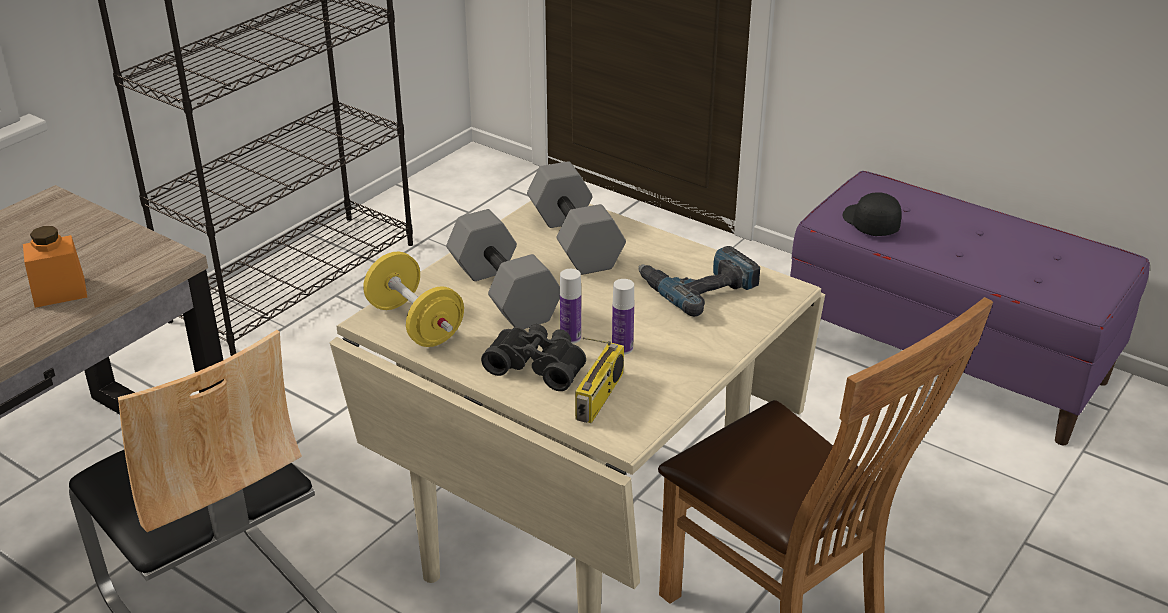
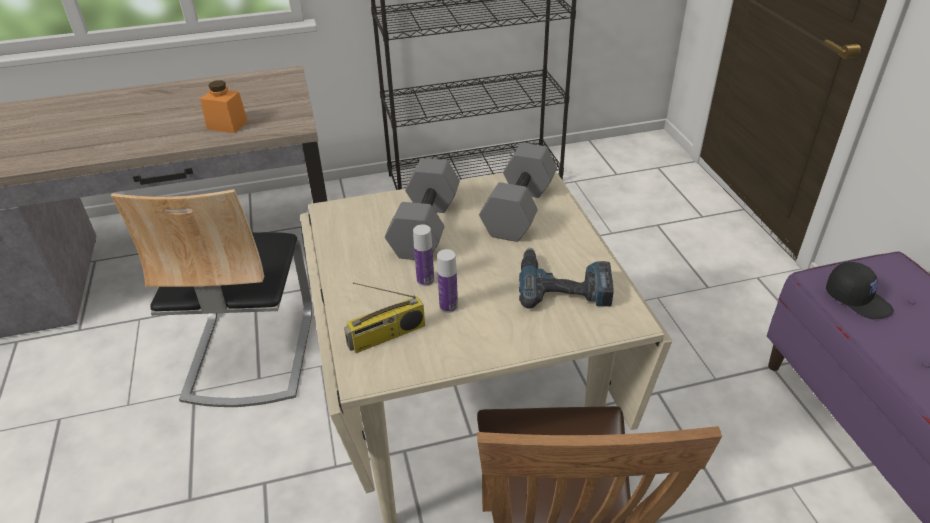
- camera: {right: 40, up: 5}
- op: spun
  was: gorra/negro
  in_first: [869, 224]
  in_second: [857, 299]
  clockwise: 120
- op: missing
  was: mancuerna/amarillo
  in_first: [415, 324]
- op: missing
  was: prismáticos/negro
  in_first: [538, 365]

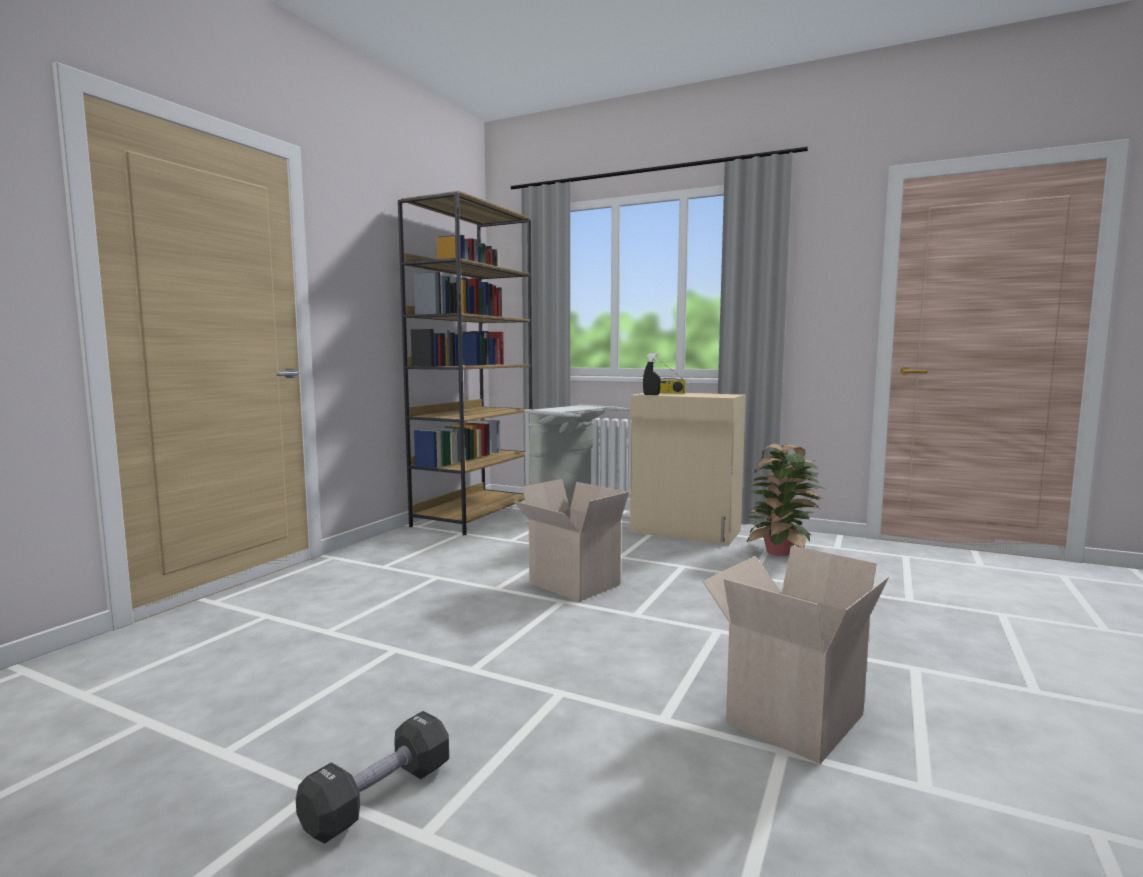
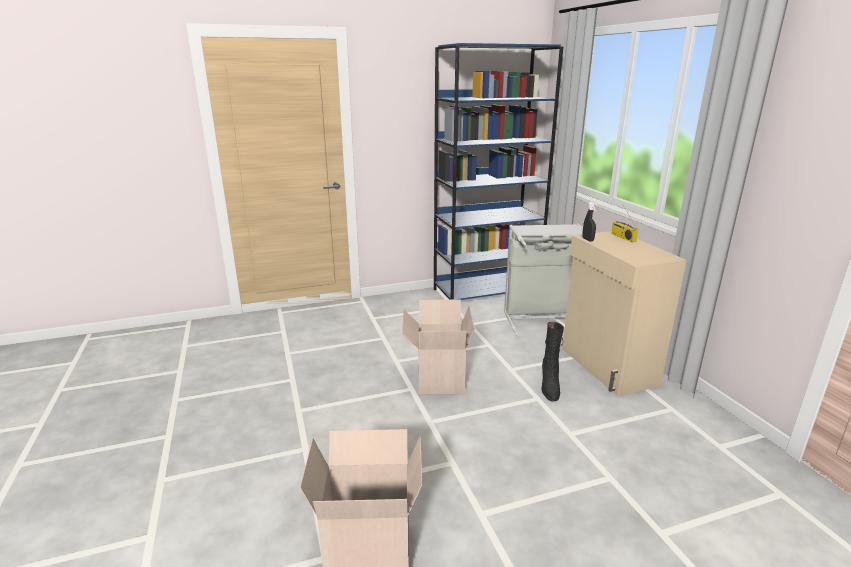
- camera: {right: 45, up: 15}
- op: colour
  was: estantería/marrón
  now: estantería/azul
  in_first: [475, 515]
  in_second: [486, 292]
- op: missing
  was: planta en maceta
  in_first: [781, 551]
- op: missing
  was: mancuerna/negro
  in_first: [379, 797]
- op: appeared
  now: bota/negro
  in_second: [549, 387]

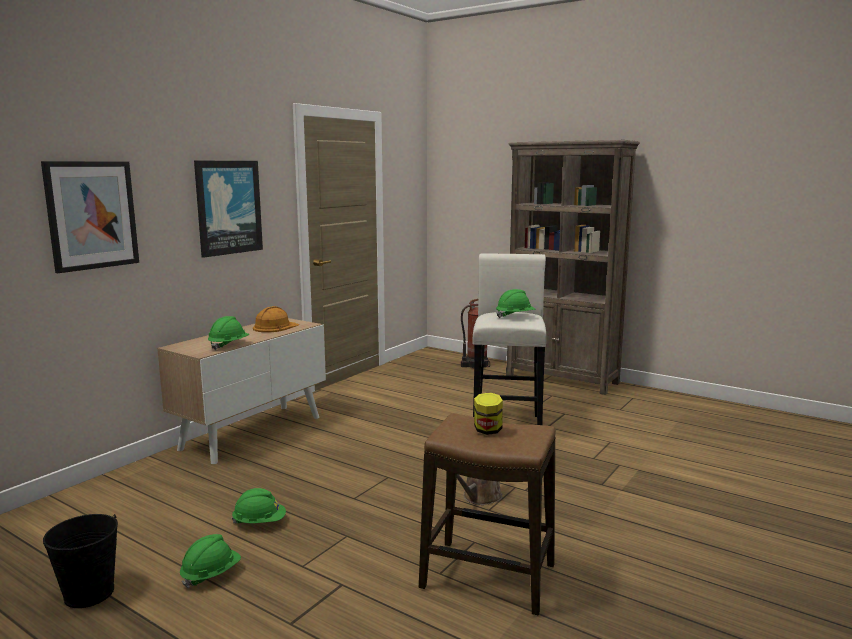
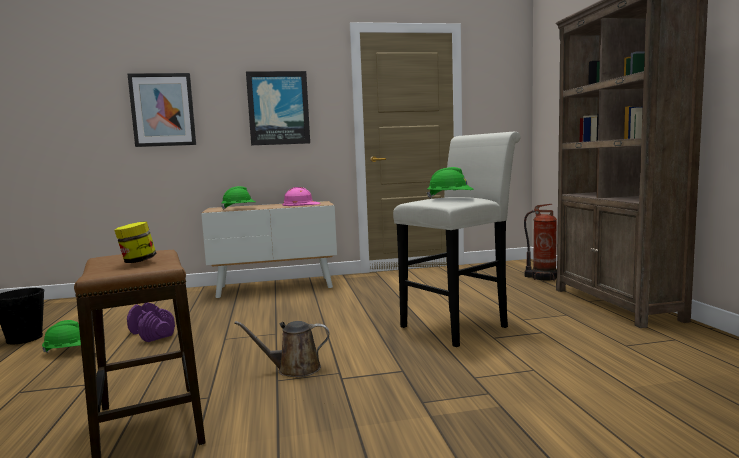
- camera: {right: 45, up: -5}
- op: colour
  was: casco/naranja
  now: casco/rosa
  in_first: [275, 327]
  in_second: [301, 204]
- op: exchanged
  was: casco/verde
  now: mancuerna/morado
  in_first: [259, 522]
  in_second: [152, 334]

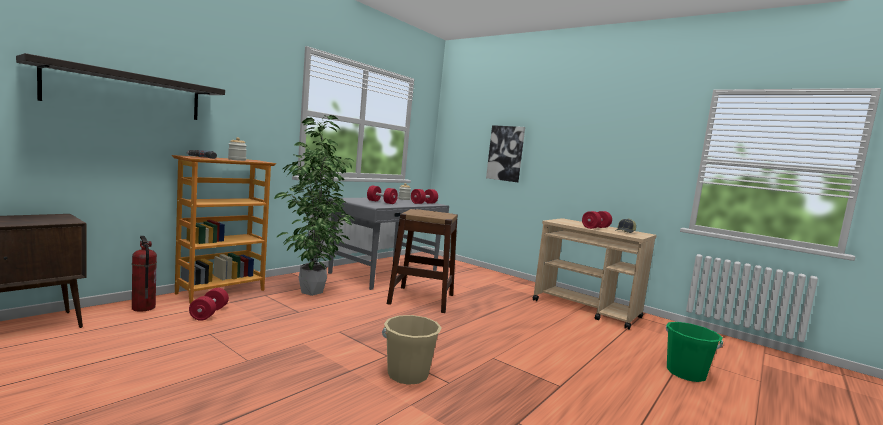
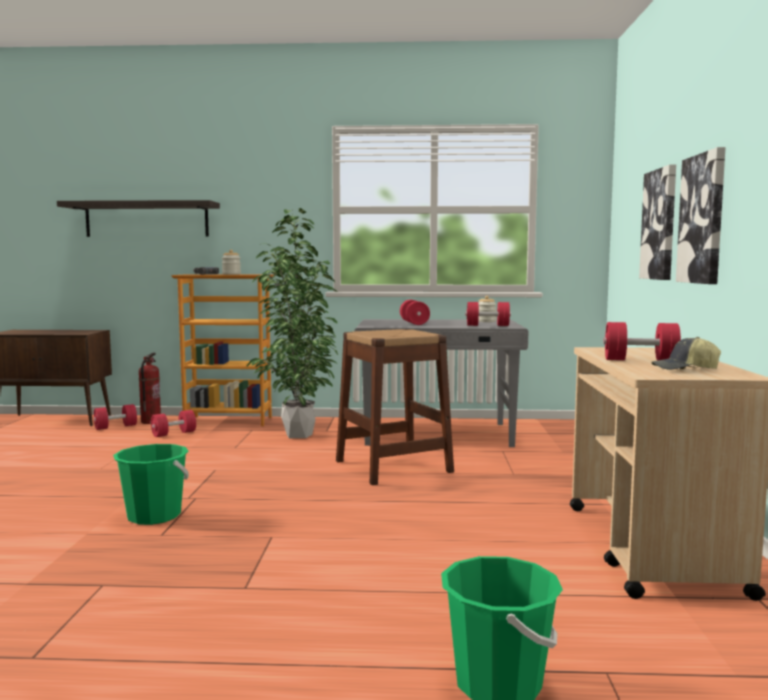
- camera: {right: 55, up: 0}
- op: colour
  was: cubo/beis
  now: cubo/verde
  in_first: [408, 375]
  in_second: [154, 516]
- op: appeared
  now: cuadro
  in_second: [703, 219]
- op: appeared
  now: mancuerna/rojo
  in_second: [115, 427]

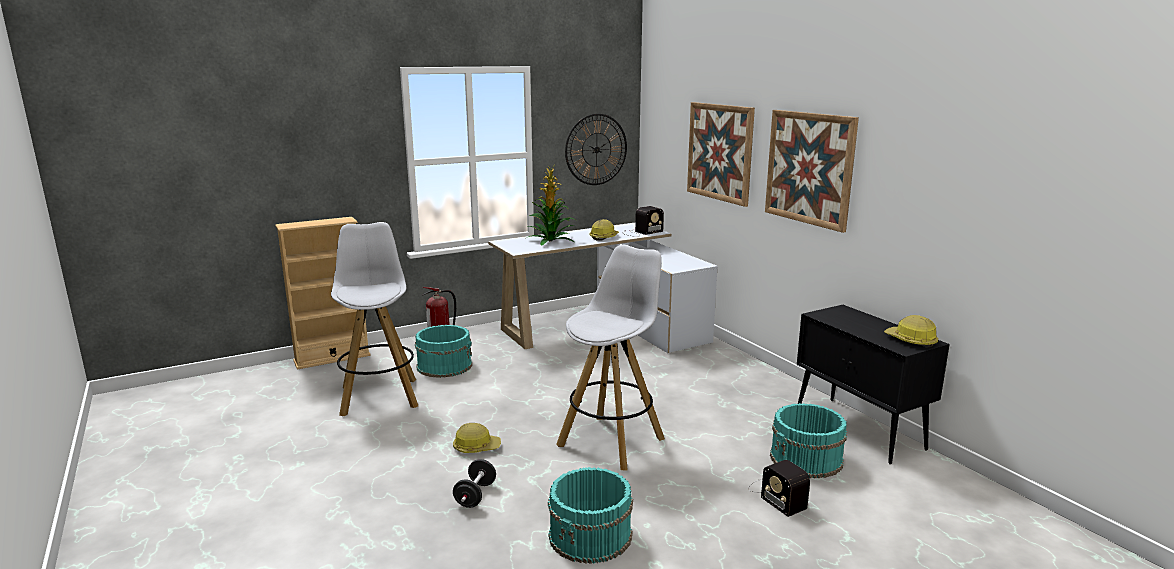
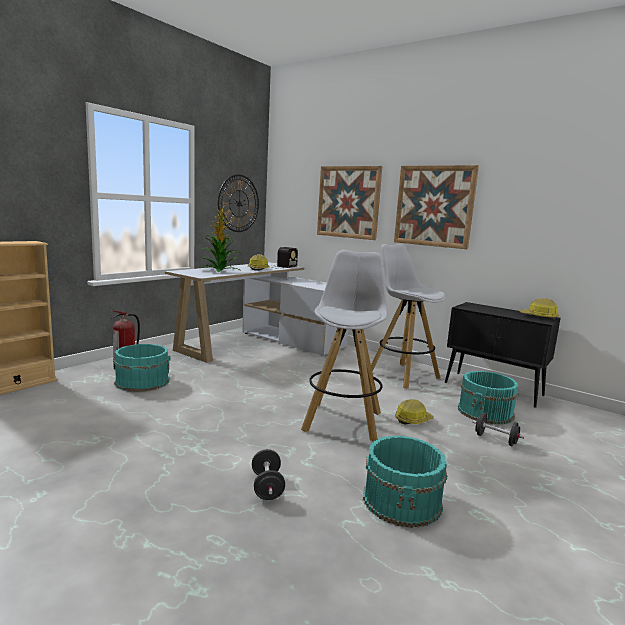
- camera: {right: -25, up: -5}
- op: relocated
  was: taburete/blanco
  in_first: [379, 396]
  in_second: [402, 375]
- op: relocated
  was: casco
  in_first: [476, 447]
  in_second: [412, 420]
- op: exchanged
  was: radio
  now: mancuerna/negro
  in_first: [775, 495]
  in_second: [495, 439]

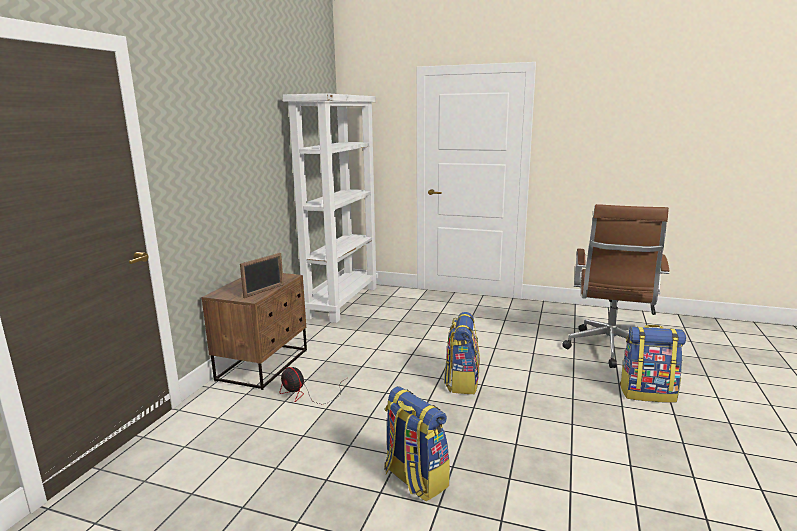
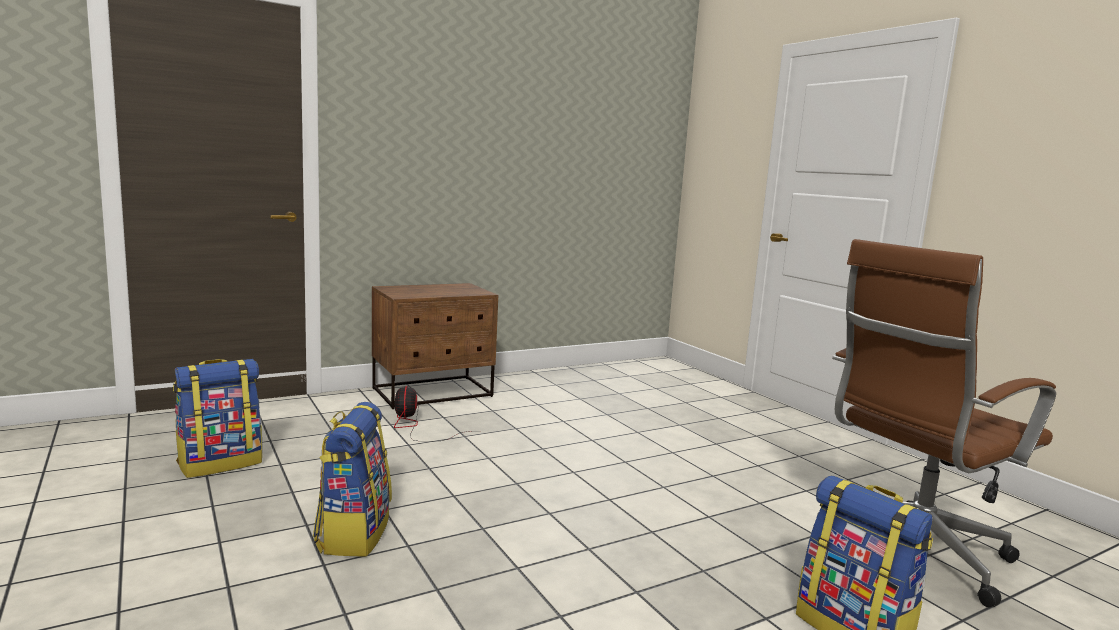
- camera: {right: 40, up: -5}
- op: missing
  was: estantería/blanco
  in_first: [342, 301]
- op: missing
  was: portarretratos
  in_first: [264, 291]
- op: relocated
  was: mochila
  in_first: [461, 382]
  in_second: [221, 463]

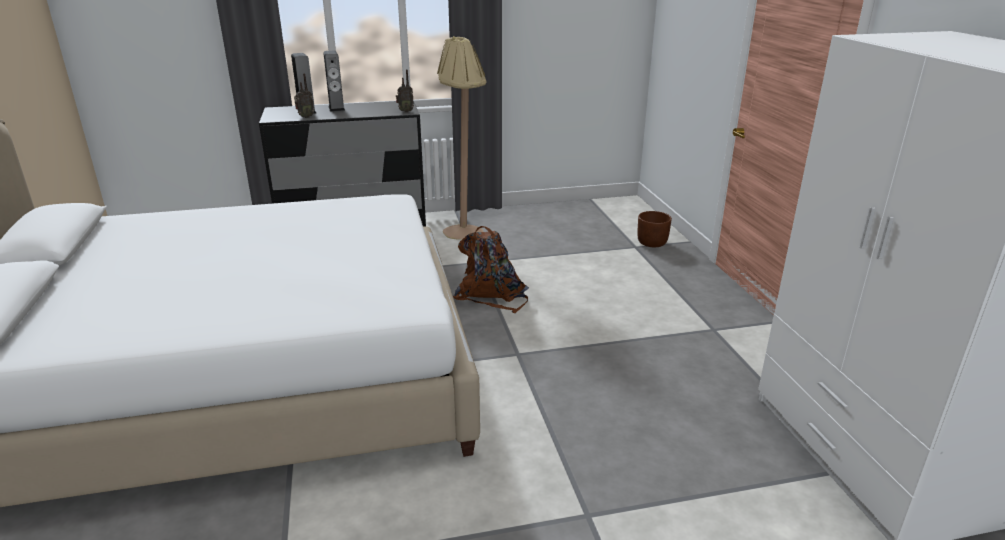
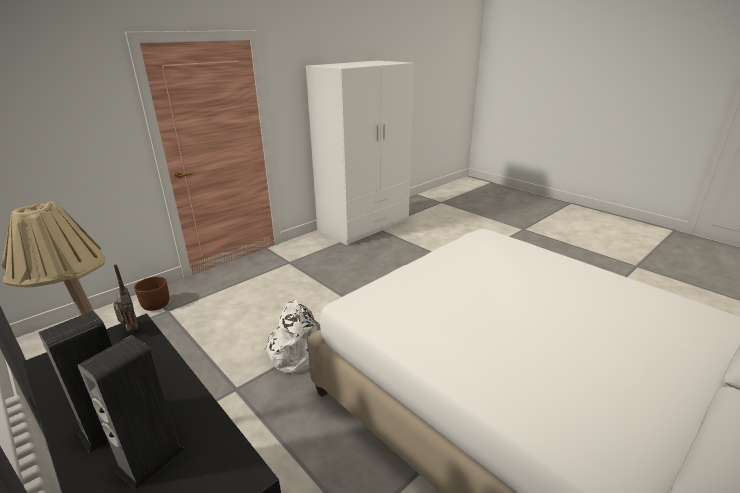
- camera: {right: -120, up: 0}
- op: missing
  was: radio
  in_first: [305, 117]
- op: colour
  was: mochila/marrón
  now: mochila/blanco
  in_first: [492, 295]
  in_second: [299, 354]

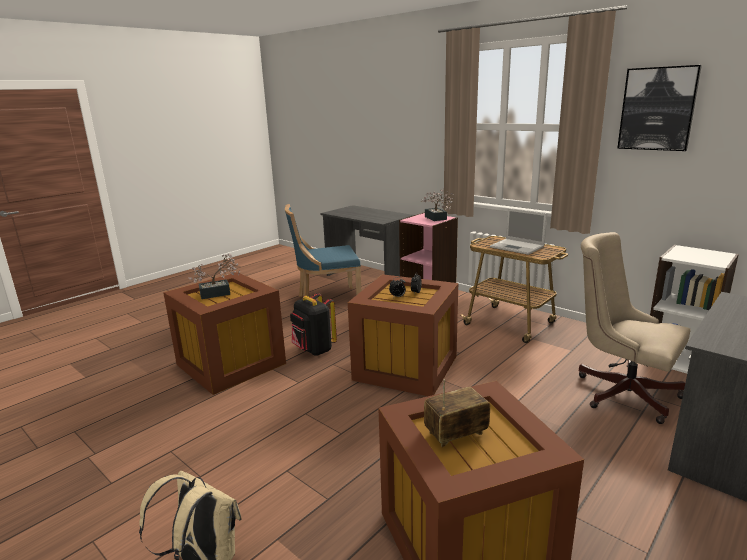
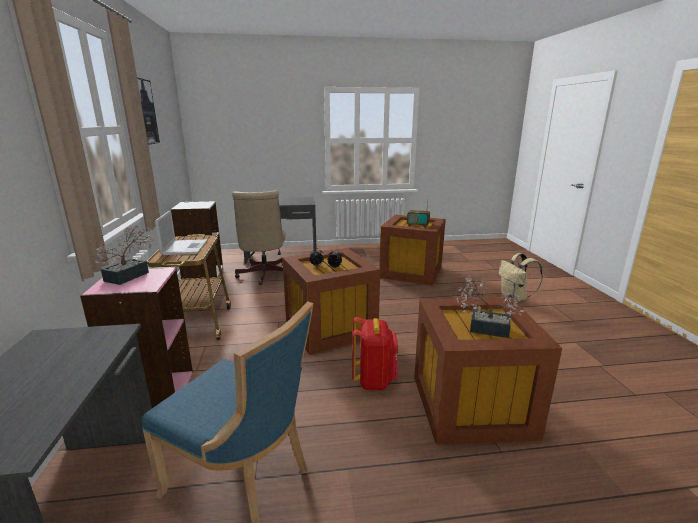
- camera: {right: -140, up: 0}
- op: colour
  was: mochila/negro
  now: mochila/rojo
  in_first: [314, 350]
  in_second: [374, 380]

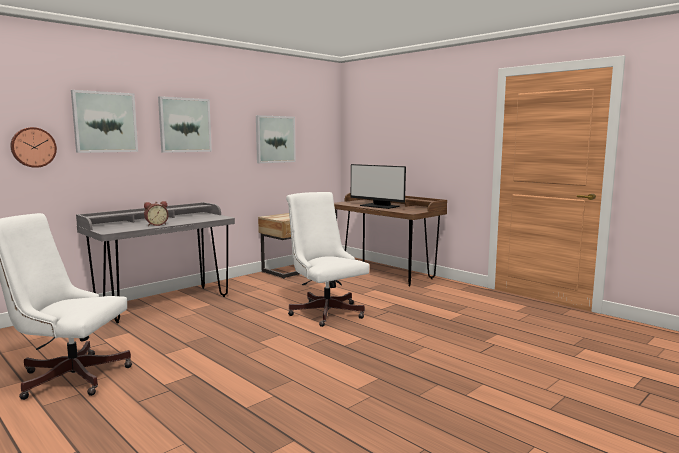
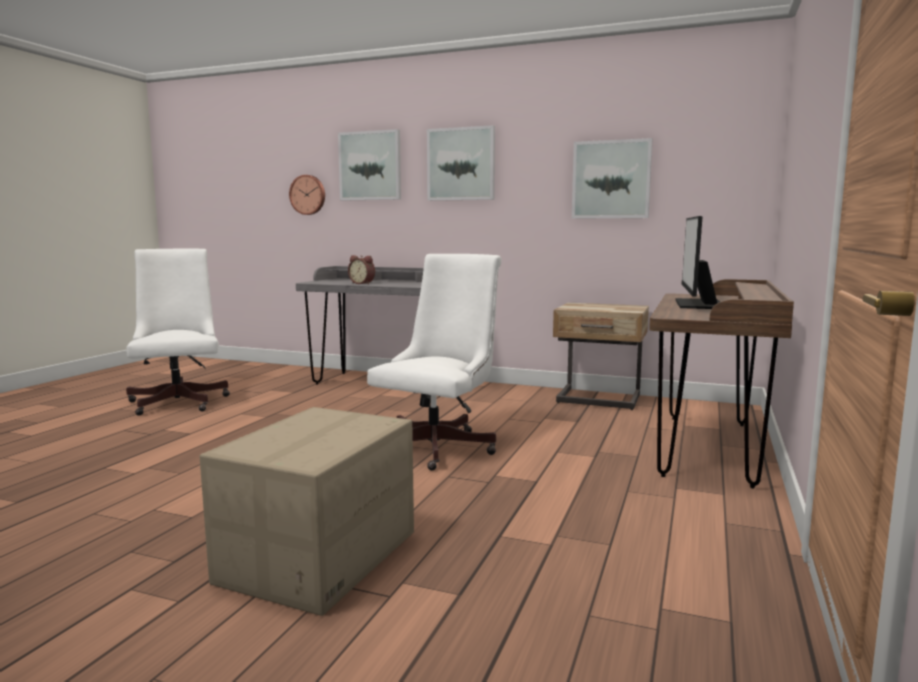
- camera: {right: 65, up: 0}
- op: appeared
  now: caja de cartón
  in_second: [320, 557]

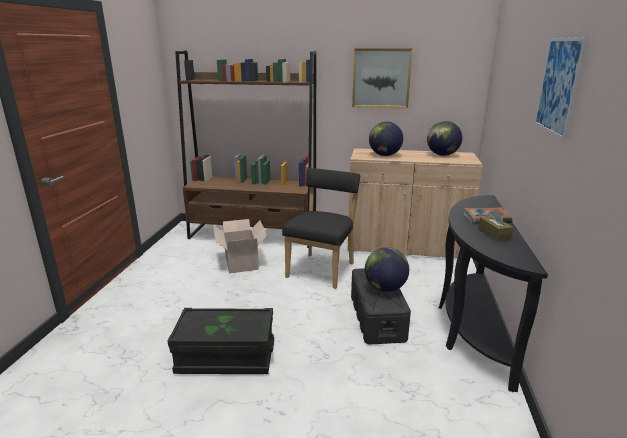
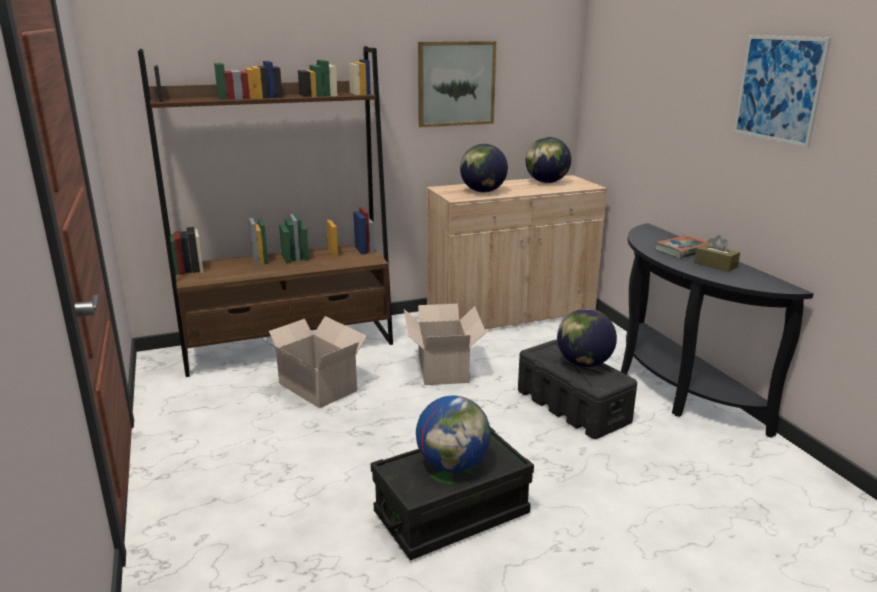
- camera: {right: -30, up: 0}
- op: exchanged
  was: silla/negro
  now: caja de cartón
  in_first: [322, 269]
  in_second: [443, 367]
- op: appeared
  now: globo terráqueo
  in_second: [453, 464]

